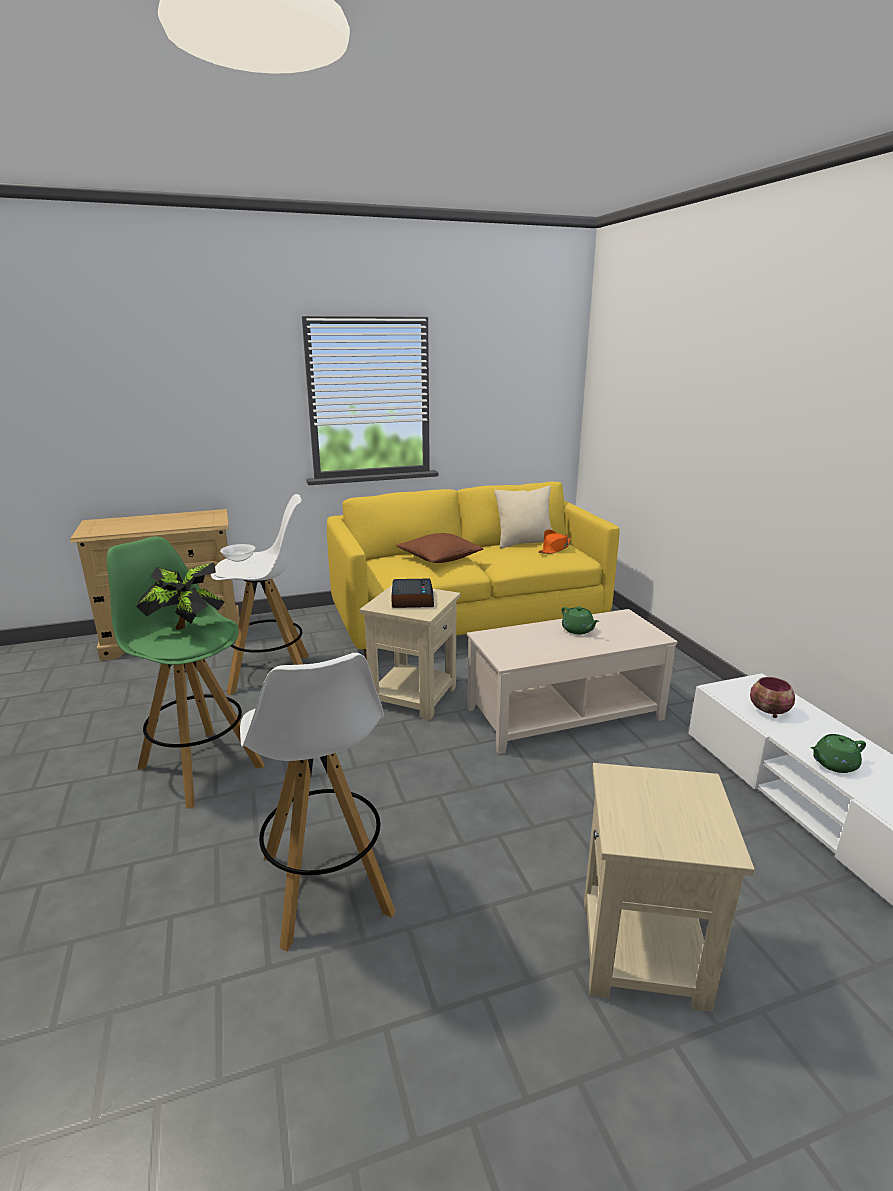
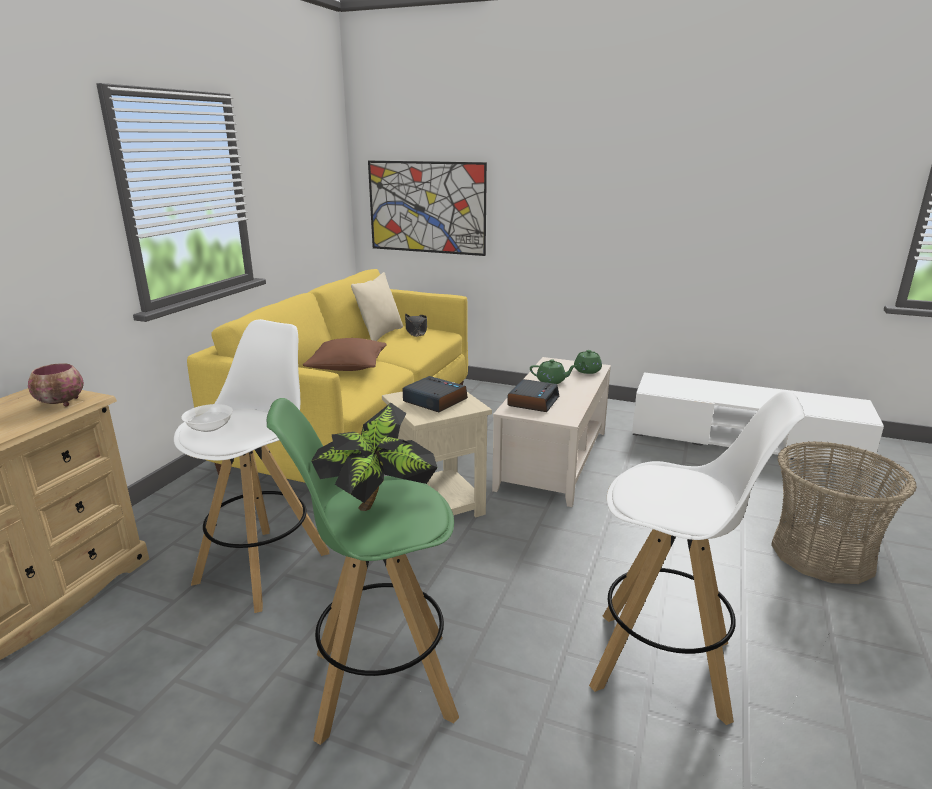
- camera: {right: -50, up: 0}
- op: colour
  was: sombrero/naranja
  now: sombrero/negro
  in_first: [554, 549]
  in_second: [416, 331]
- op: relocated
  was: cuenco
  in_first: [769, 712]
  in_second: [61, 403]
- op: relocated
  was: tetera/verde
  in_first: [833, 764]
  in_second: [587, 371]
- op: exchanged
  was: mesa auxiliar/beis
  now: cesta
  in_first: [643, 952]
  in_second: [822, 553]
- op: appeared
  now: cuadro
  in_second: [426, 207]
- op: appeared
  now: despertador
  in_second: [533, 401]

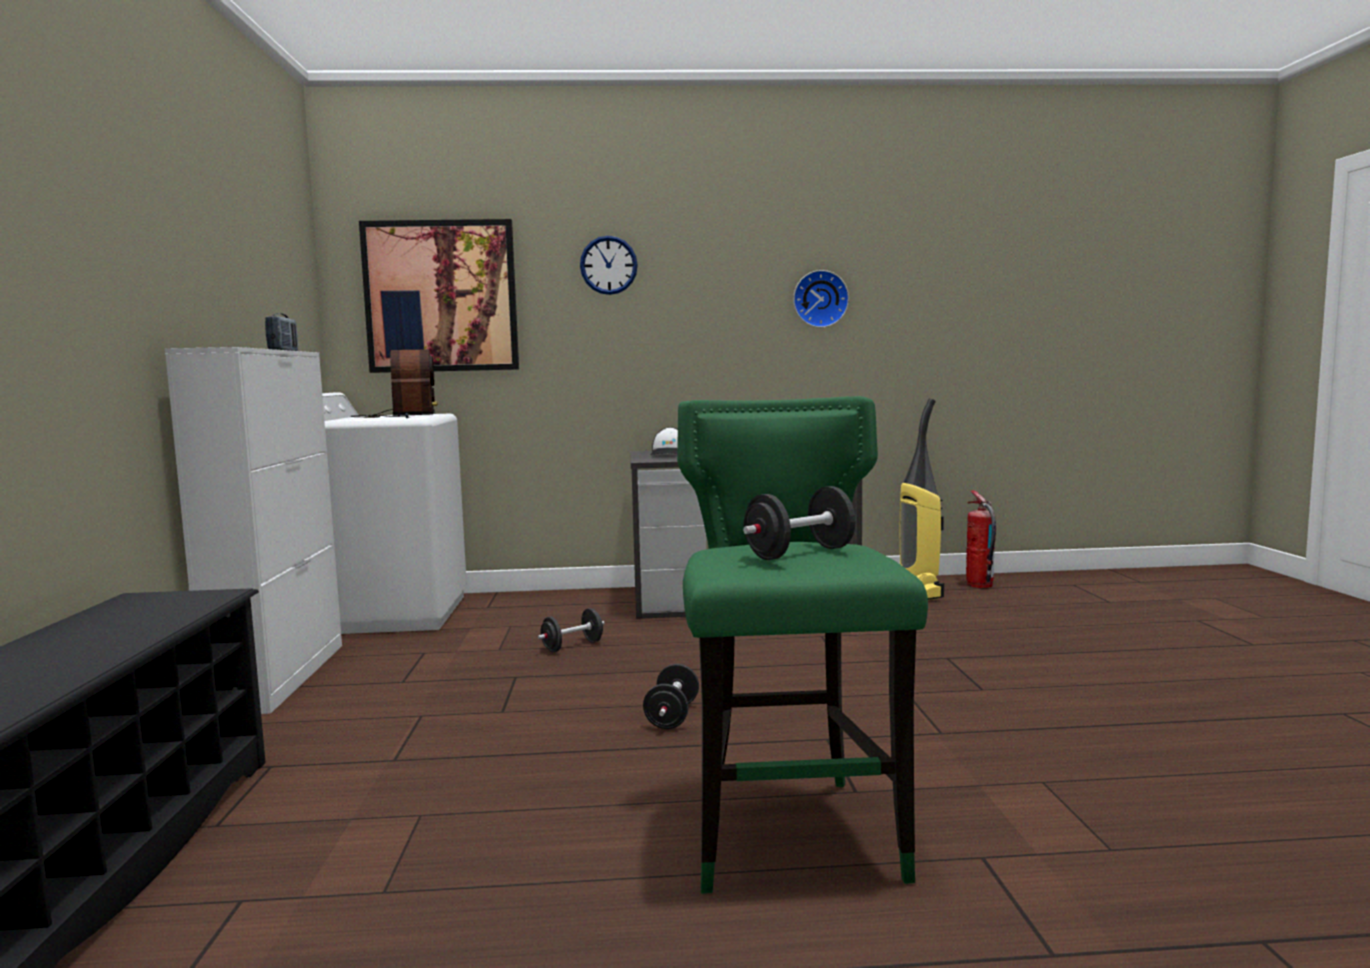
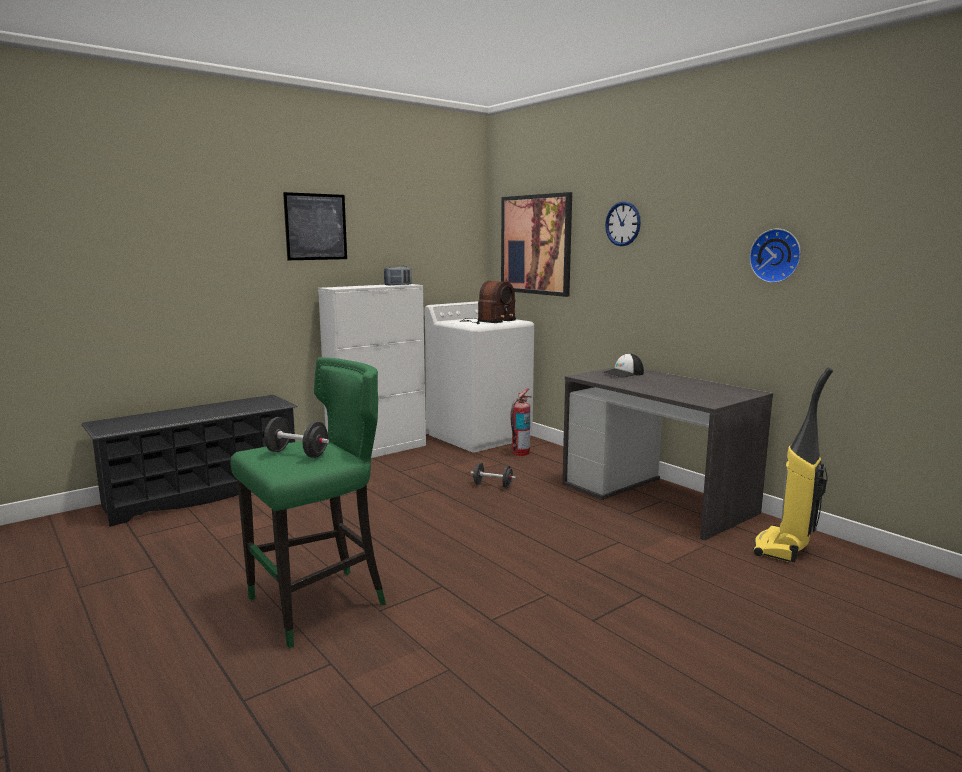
- camera: {right: 55, up: 5}
- op: relocated
  was: extintor
  in_first: [979, 585]
  in_second: [520, 453]
- op: missing
  was: mancuerna/negro
  in_first: [672, 716]
- op: appeared
  now: cuadro
  in_second: [316, 227]

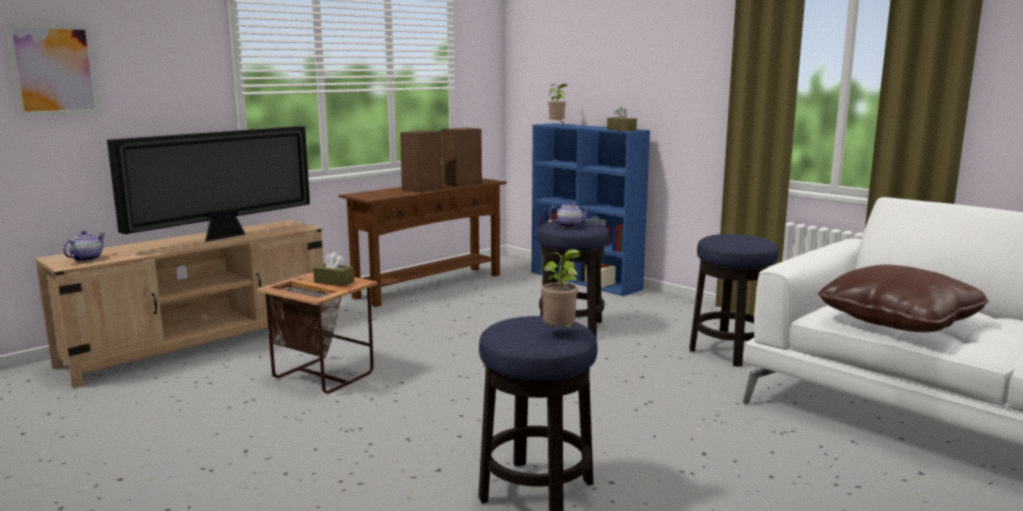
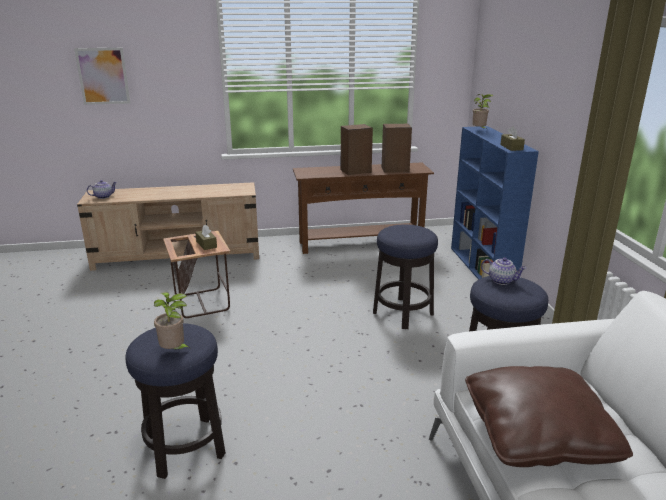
- camera: {right: 35, up: 10}
- op: missing
  was: televisor
  in_first: [225, 236]
- op: relocated
  was: tetera
  in_first: [569, 226]
  in_second: [501, 280]

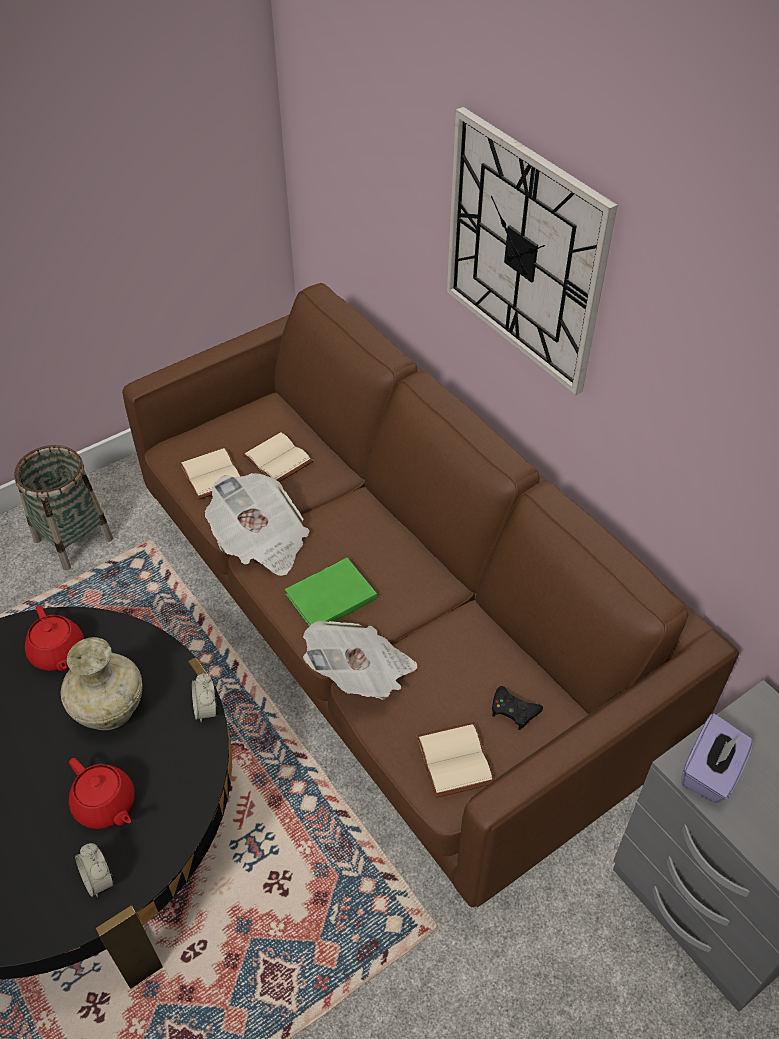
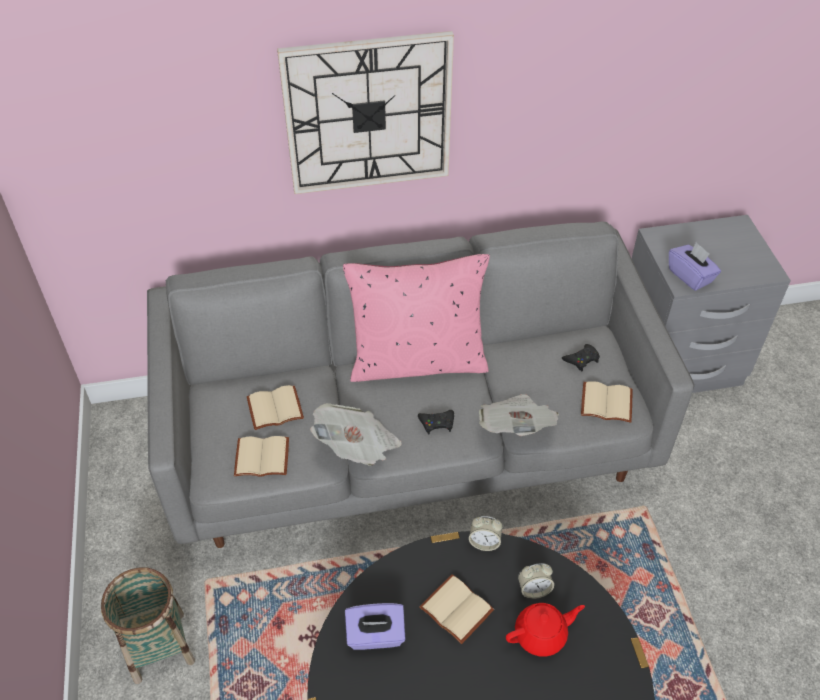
- camera: {right: -65, up: 0}
- op: colour
  was: sofá/marrón
  now: sofá/gris
  in_first: [393, 639]
  in_second: [411, 445]
- op: exchanged
  was: libro/verde
  now: mando de consola/negro
  in_first: [328, 597]
  in_second: [437, 423]
- op: exchanged
  was: tetera/rojo
  now: caja de pañuelos/morado
  in_first: [58, 653]
  in_second: [375, 636]
- op: exchanged
  was: florero/beis
  now: libro/beis
  in_first: [110, 710]
  in_second: [454, 610]
- op: relocated
  was: despertador
  in_first: [99, 879]
  in_second: [534, 589]
- op: appeared
  now: cojín/rosa
  in_second: [417, 361]

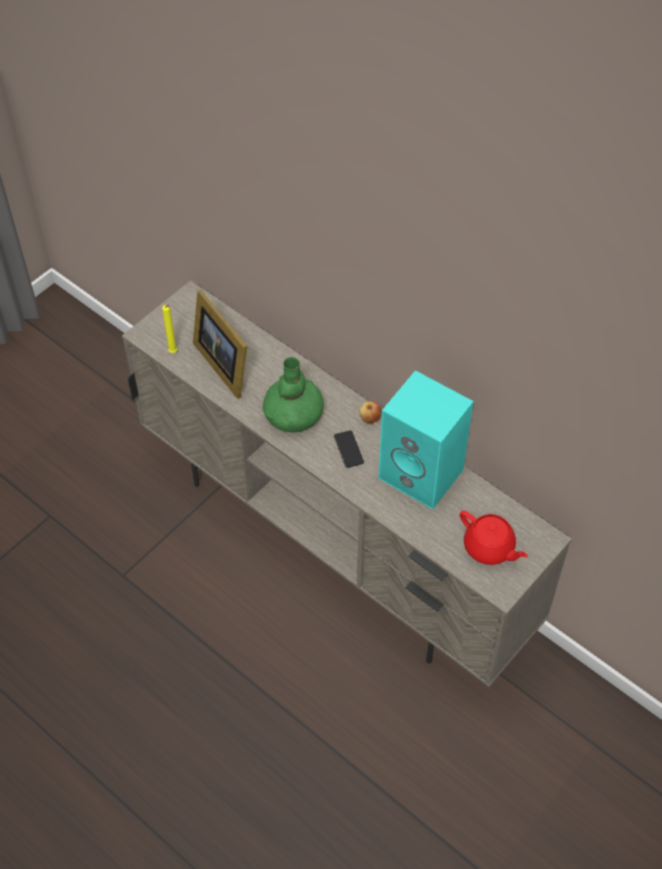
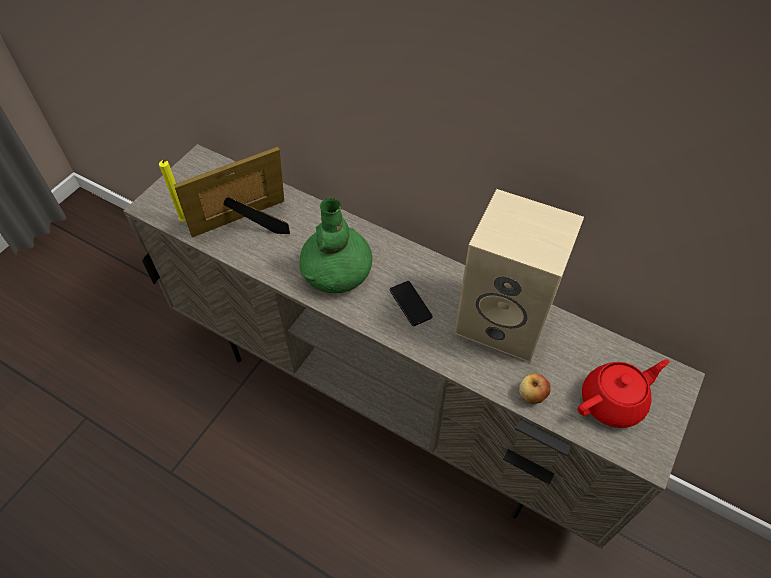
- camera: {right: -10, up: 0}
- op: spun
  was: portarretratos
  in_first: [224, 363]
  in_second: [246, 225]
  clockwise: 105
- op: colour
  was: altavoz/turquesa
  now: altavoz/beis
  in_first: [423, 473]
  in_second: [505, 320]
- op: relocated
  was: manzana
  in_first: [370, 418]
  in_second: [531, 395]
- op: spun
  was: tetera/rojo
  in_first: [489, 548]
  in_second: [613, 402]
  clockwise: -60

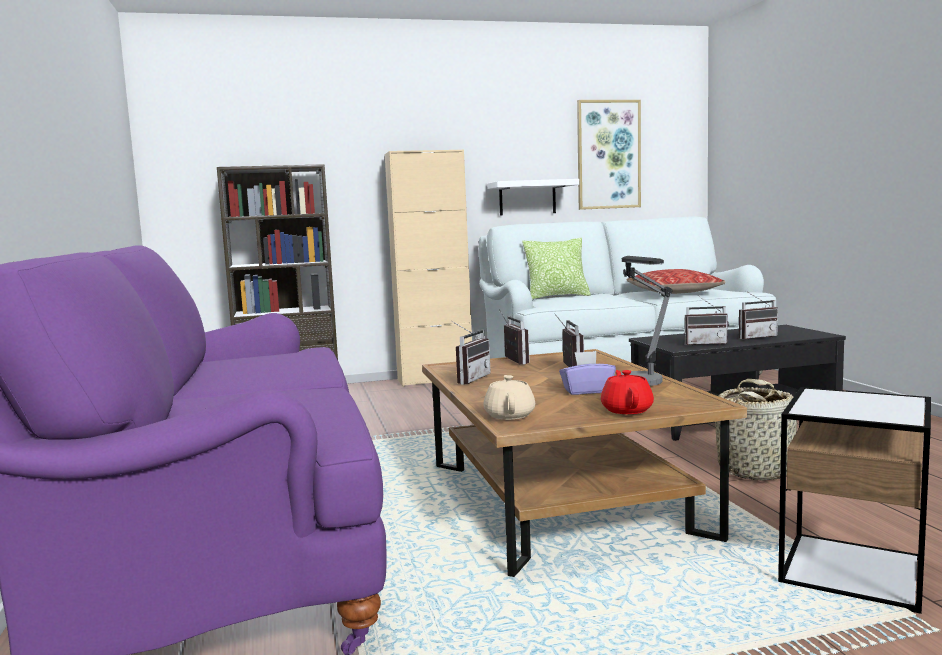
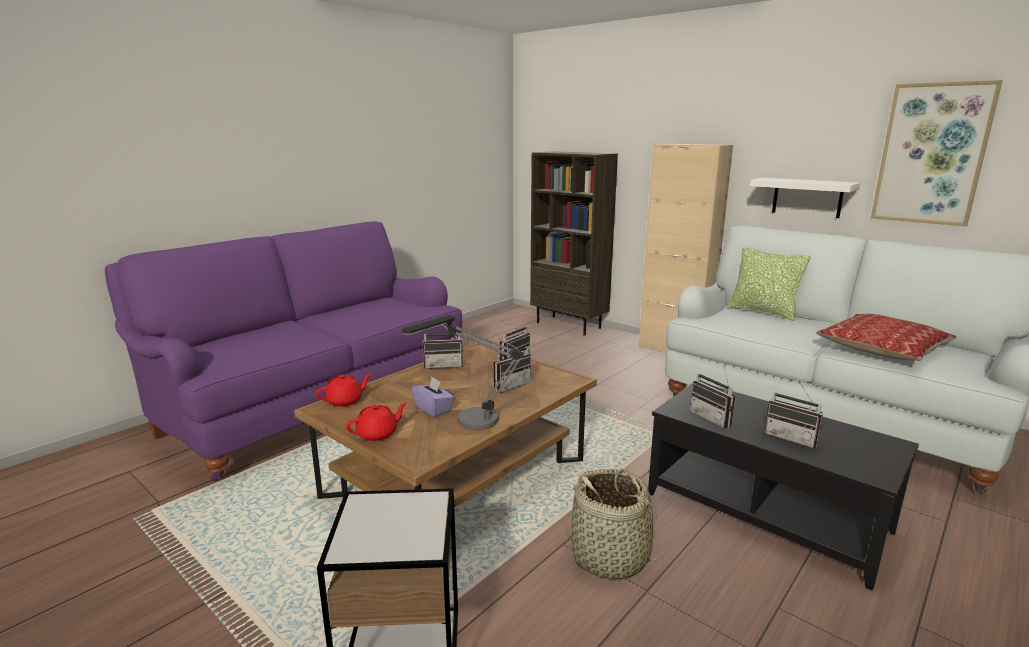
- camera: {right: 55, up: 10}
- op: colour
  was: tetera/beis
  now: tetera/rojo
  in_first: [510, 415]
  in_second: [345, 401]

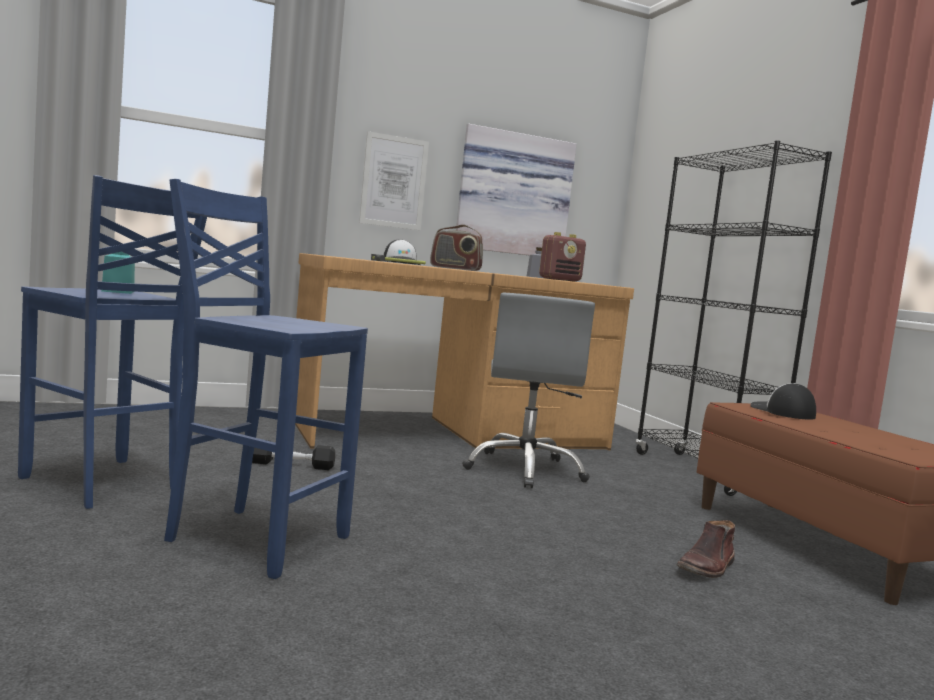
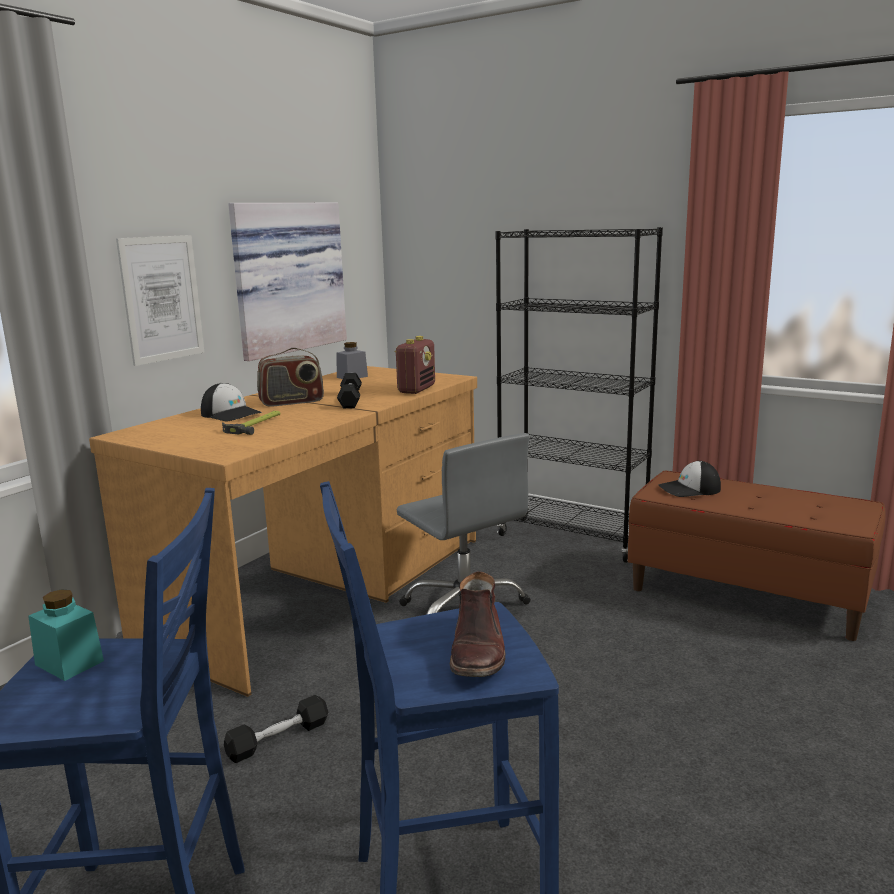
- camera: {right: -35, up: 10}
- op: spun
  was: gorra
  in_first: [782, 412]
  in_second: [689, 489]
  clockwise: -45
- op: relocated
  was: bota/marrón
  in_first: [707, 567]
  in_second: [478, 650]
- op: appeared
  now: mancuerna/negro
  in_second: [350, 400]

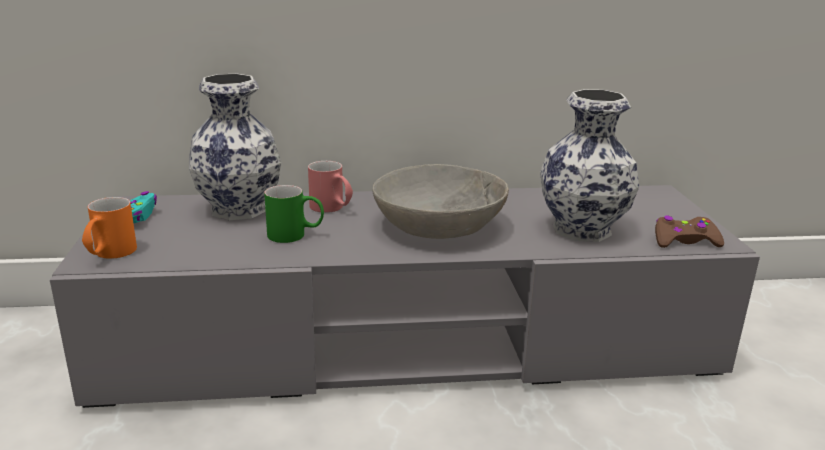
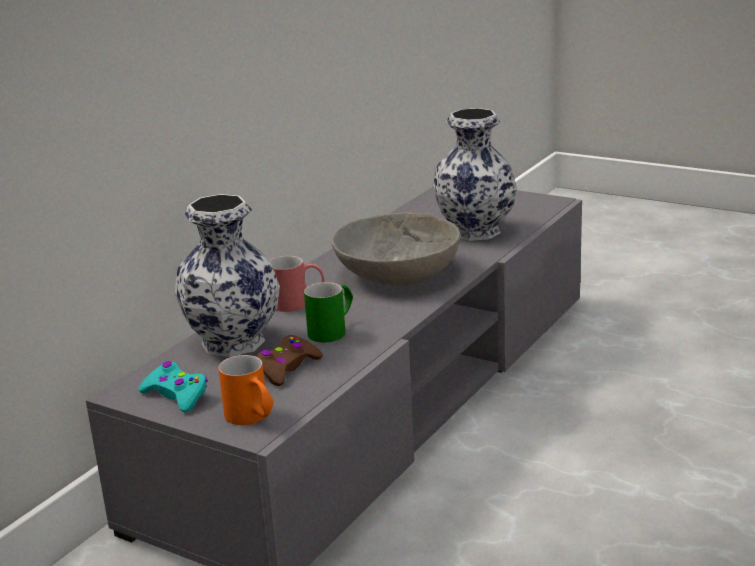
- camera: {right: -50, up: 0}
- op: relocated
  was: mando de consola/marrón
  in_first: [684, 241]
  in_second: [287, 368]

